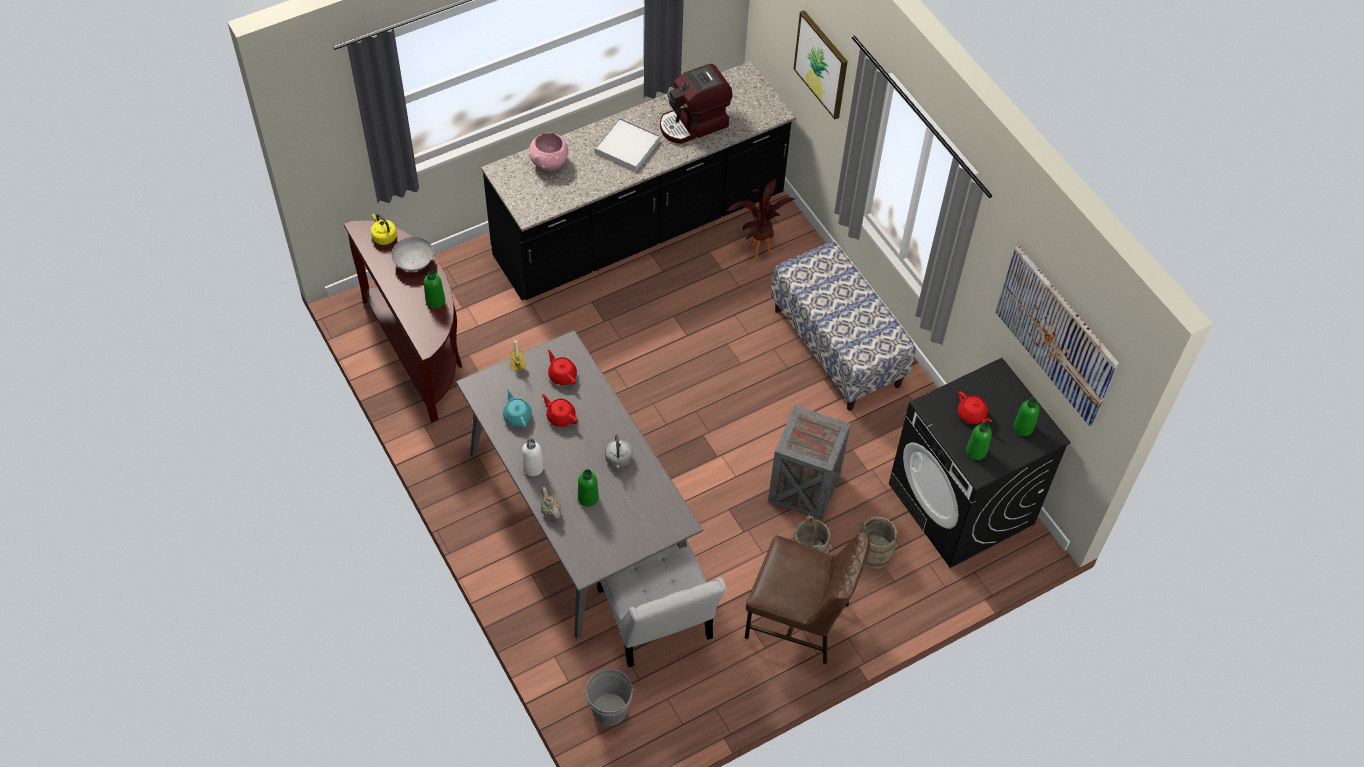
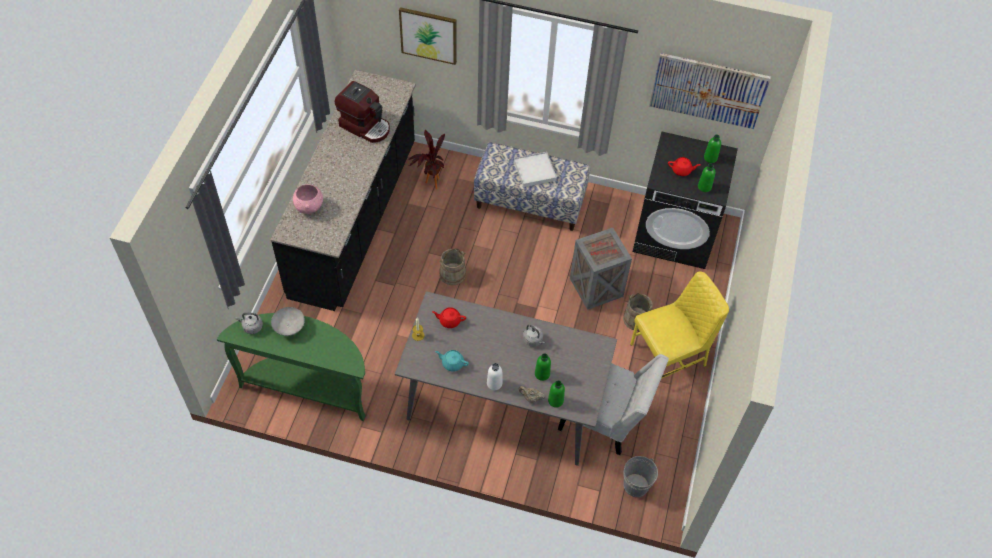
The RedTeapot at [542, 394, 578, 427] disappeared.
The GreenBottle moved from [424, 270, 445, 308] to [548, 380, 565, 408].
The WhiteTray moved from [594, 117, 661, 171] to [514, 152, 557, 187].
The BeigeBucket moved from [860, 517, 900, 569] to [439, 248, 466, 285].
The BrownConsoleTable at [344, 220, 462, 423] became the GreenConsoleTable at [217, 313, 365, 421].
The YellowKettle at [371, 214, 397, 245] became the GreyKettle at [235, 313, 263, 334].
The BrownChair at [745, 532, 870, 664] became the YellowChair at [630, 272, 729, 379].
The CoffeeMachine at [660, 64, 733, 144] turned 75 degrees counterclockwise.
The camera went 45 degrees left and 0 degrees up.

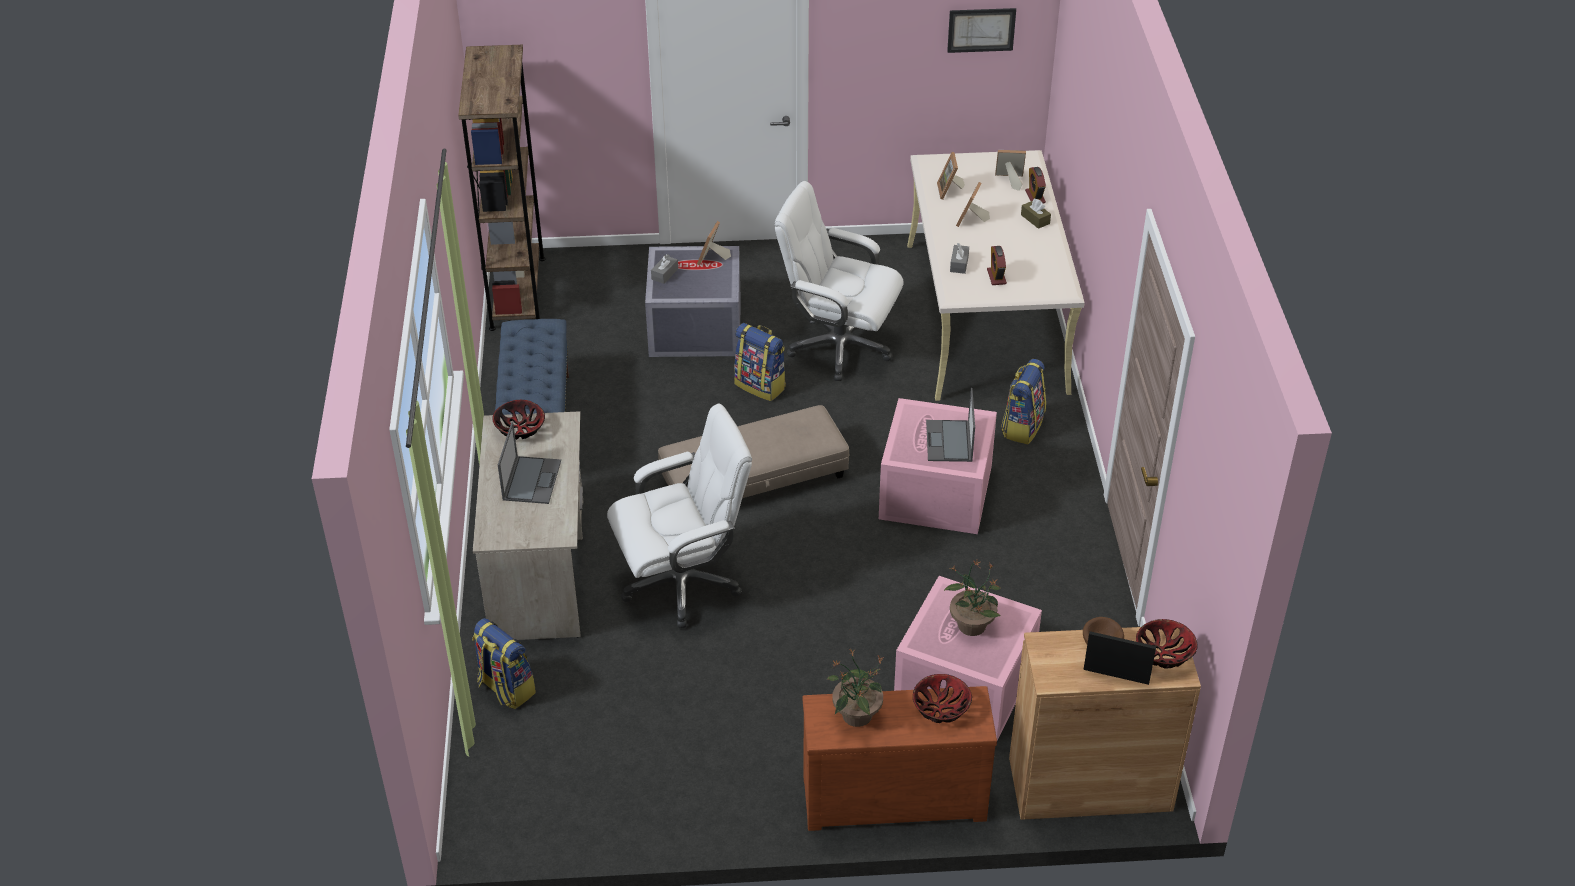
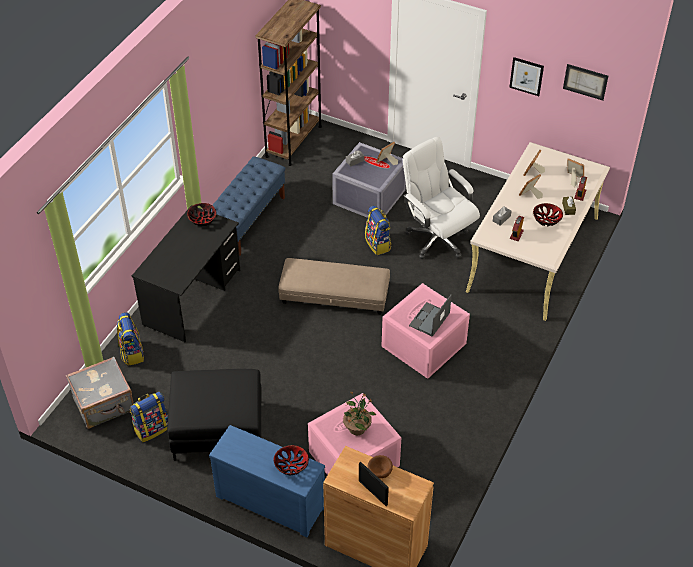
The Laptop at [498, 422, 561, 504] disappeared.
The WhiteOfficeChair at [607, 404, 752, 628] disappeared.
The PottedPlant at [826, 648, 884, 727] disappeared.
The GreySuitcase at [66, 357, 134, 429] appeared.
The BlackOttoman at [167, 369, 262, 460] appeared.
The Picture at [509, 57, 544, 96] appeared.
The Backpack moved from [1001, 359, 1046, 444] to [130, 392, 168, 442].
The Bowl moved from [1136, 619, 1197, 669] to [533, 203, 563, 226].
The BeigeDesk at [473, 411, 583, 640] became the BlackDesk at [132, 205, 240, 342].
The BrownDresser at [803, 686, 997, 831] became the BlueDresser at [209, 425, 325, 537].
The camera went 30 degrees right and 5 degrees up.

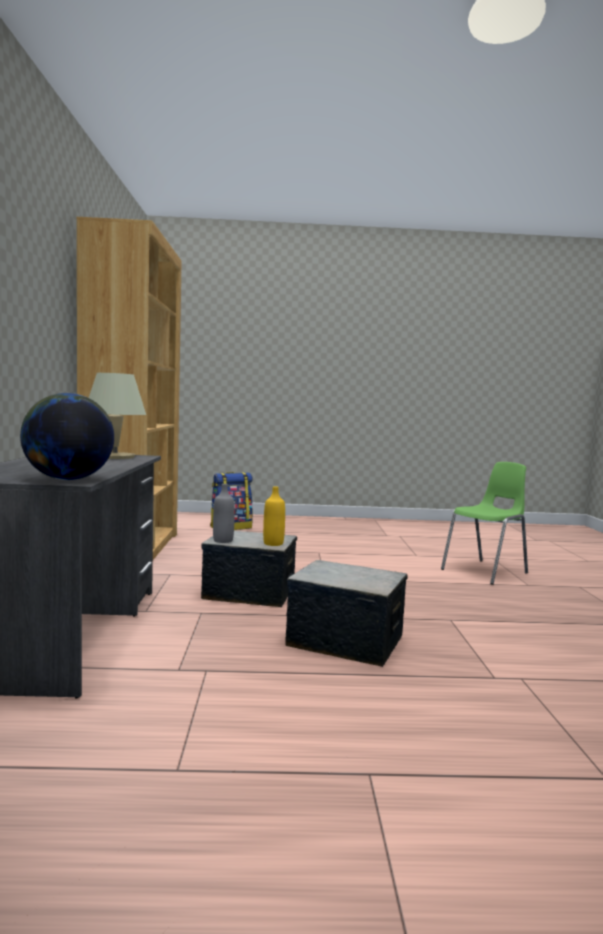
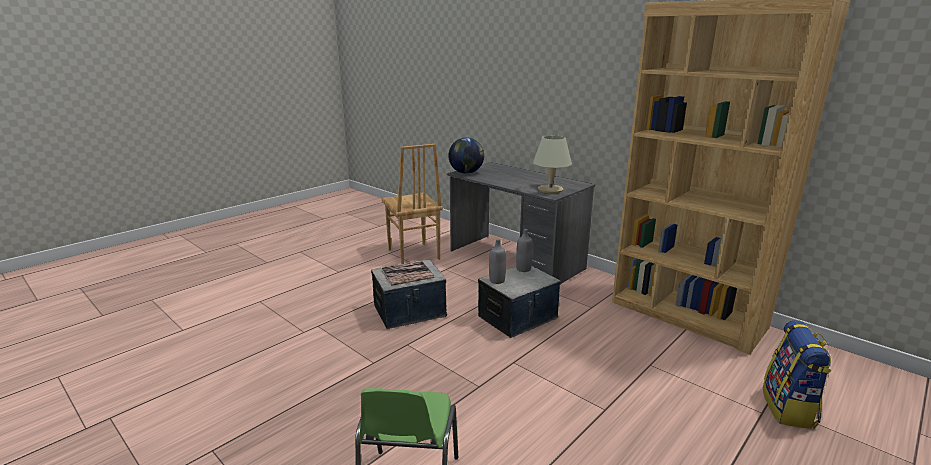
The BrownChair at [382, 144, 443, 264] appeared.
The Book at [382, 261, 434, 286] appeared.
The YellowBottle at [263, 486, 285, 546] became the GreyBottle at [489, 239, 506, 284].
The camera went 135 degrees right and 15 degrees up.

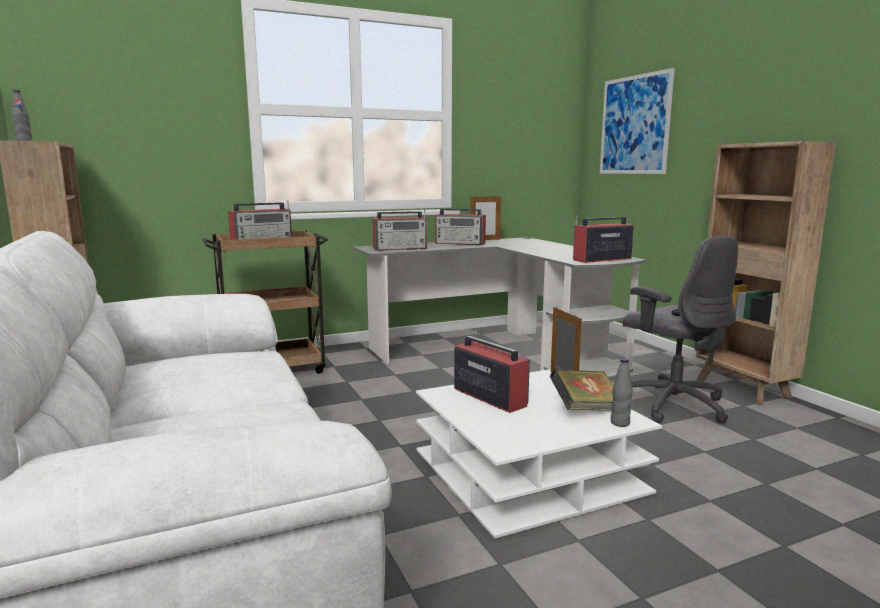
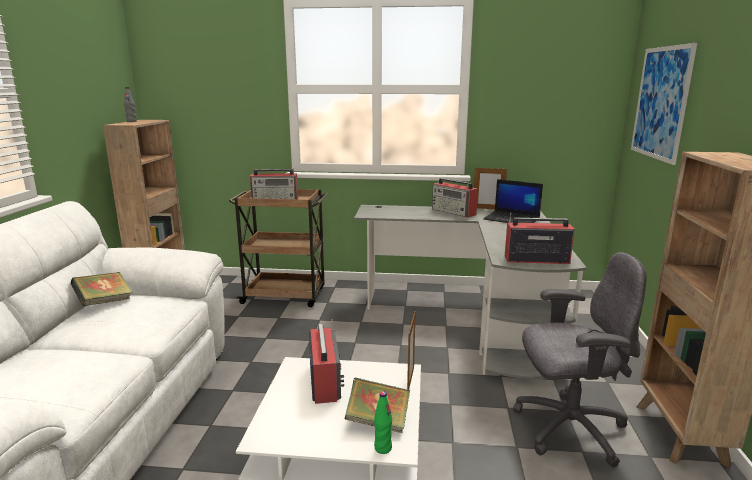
The Radio at [373, 210, 427, 251] disappeared.
The Book at [71, 272, 133, 306] appeared.
The Laptop at [483, 179, 543, 223] appeared.
The GreyBottle at [611, 358, 633, 427] became the GreenBottle at [374, 391, 392, 454].
The GreyOfficeChair at [623, 235, 738, 424] turned 90 degrees counterclockwise.
The camera went 30 degrees right and 5 degrees up.

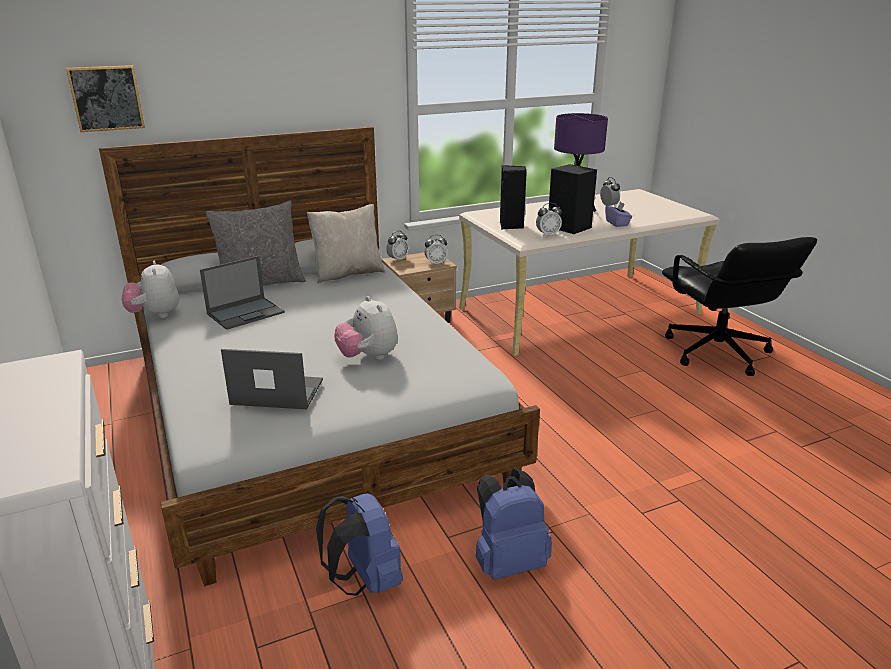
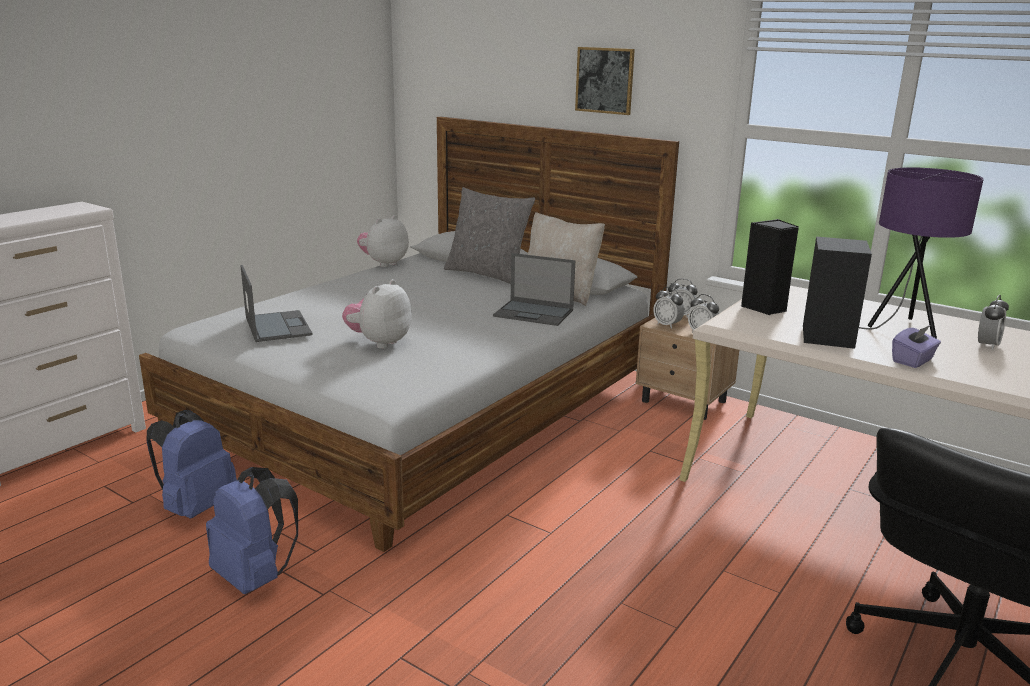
The Picture moved from [66, 65, 145, 132] to [575, 47, 635, 115].
The Laptop moved from [200, 256, 285, 330] to [493, 253, 575, 326].
The AlarmClock moved from [536, 203, 562, 237] to [653, 287, 684, 329].
The camera went 60 degrees right and 5 degrees down.

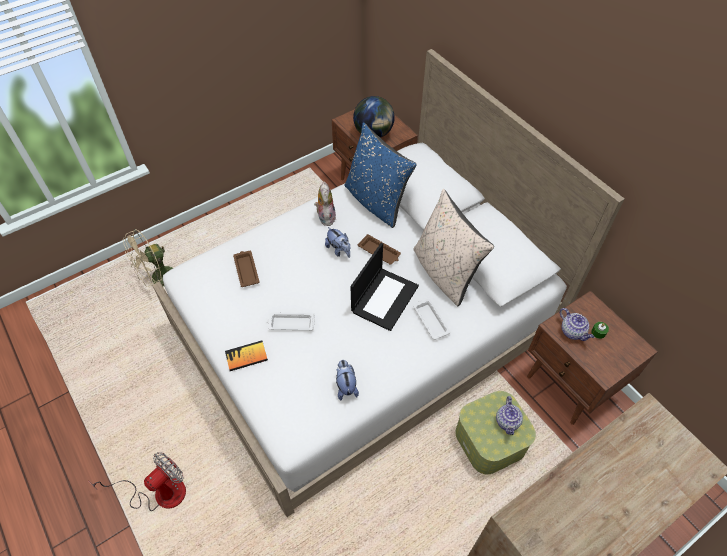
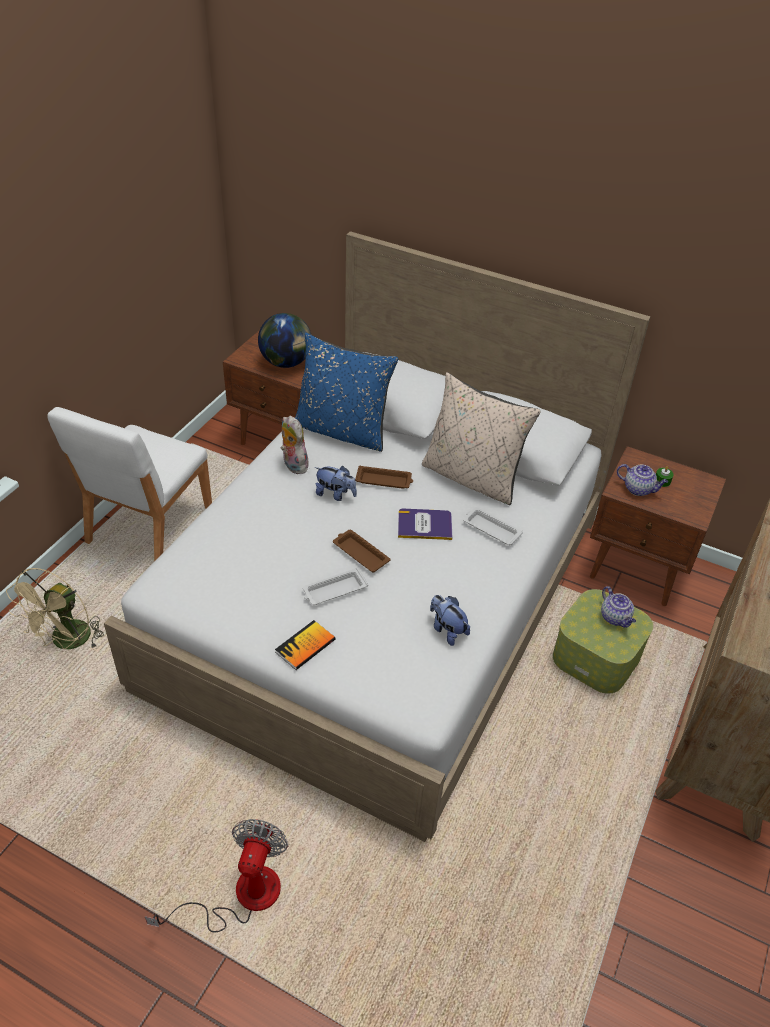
The WhiteChair at [47, 407, 212, 562] appeared.
The BrownTray moved from [233, 251, 259, 287] to [333, 530, 390, 572].
The Laptop at [350, 243, 419, 331] was replaced by the Book at [398, 509, 452, 540].
The camera went 30 degrees left and 10 degrees down.

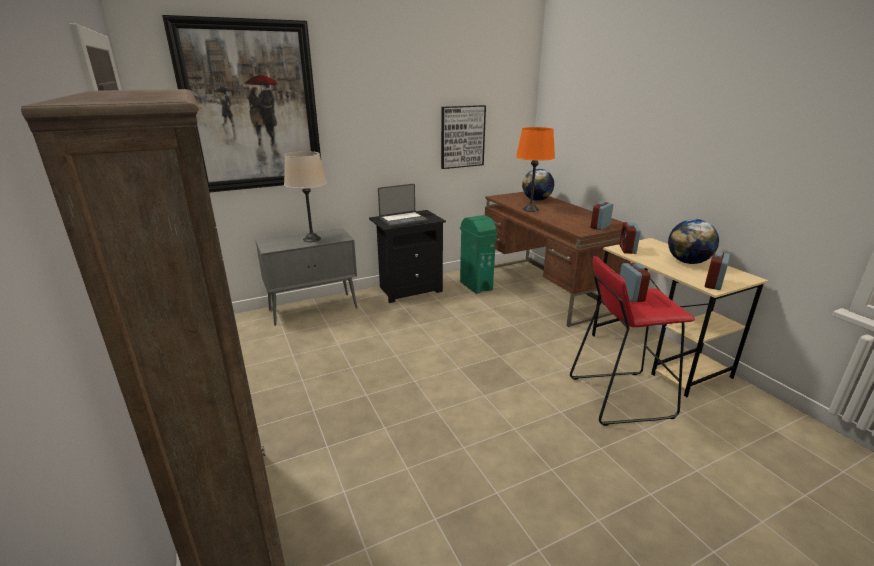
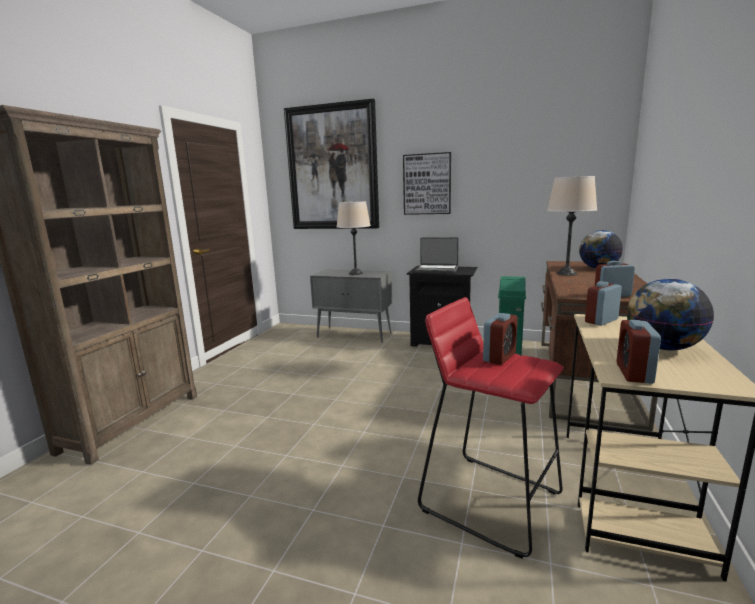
The Picture moved from [441, 105, 486, 169] to [403, 152, 451, 215].
The OrangeTableLamp at [516, 127, 555, 212] became the BeigeTableLamp at [547, 176, 597, 276].
The AlarmClock at [705, 251, 730, 290] turned 60 degrees counterclockwise.
The camera went 45 degrees right and 10 degrees down.

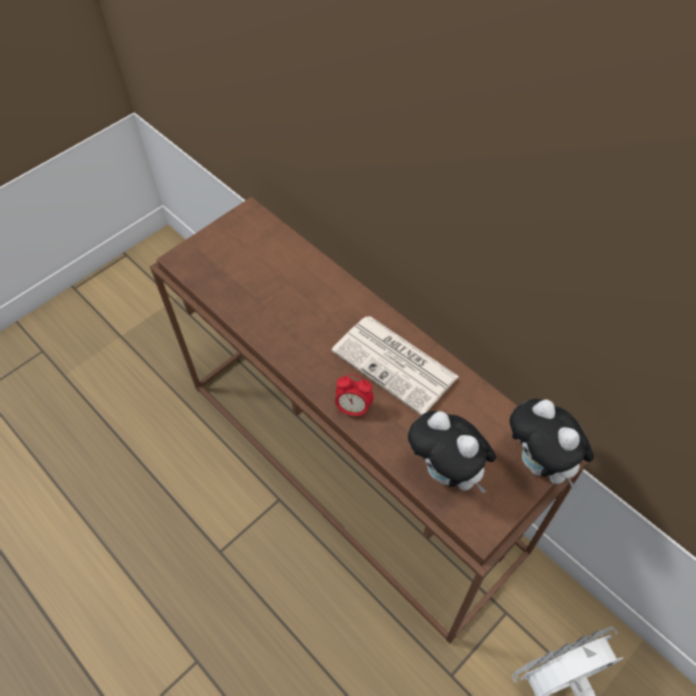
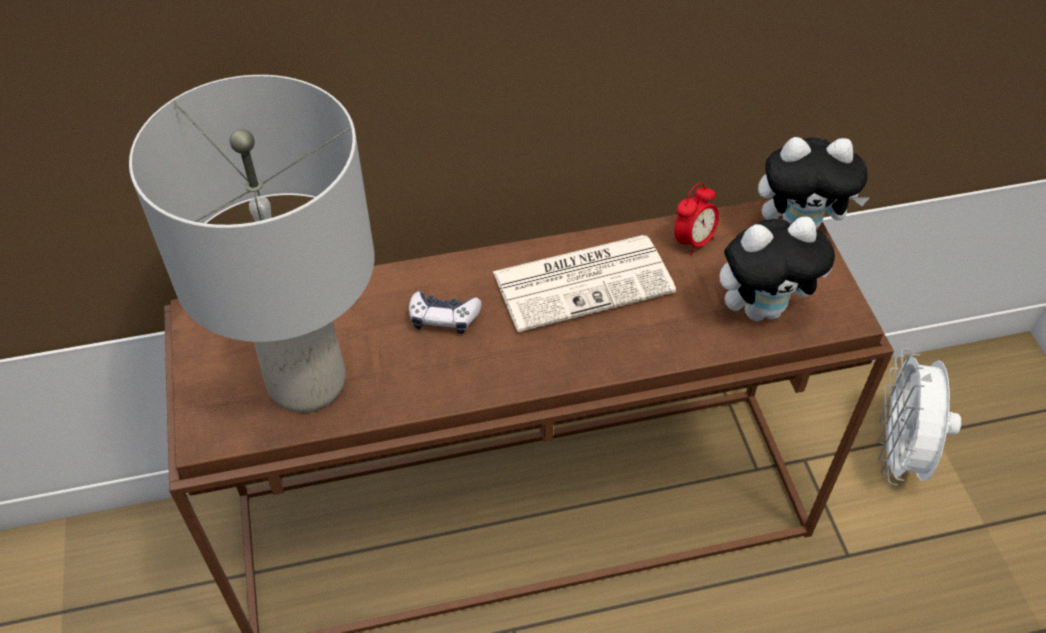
The GreyTableLamp at [129, 75, 375, 413] appeared.
The GameController at [409, 291, 482, 334] appeared.
The AlarmClock moved from [335, 374, 374, 419] to [674, 183, 719, 256].
The camera went 60 degrees left and 5 degrees down.

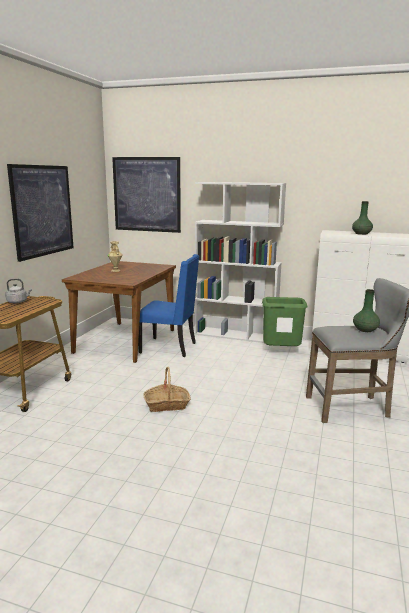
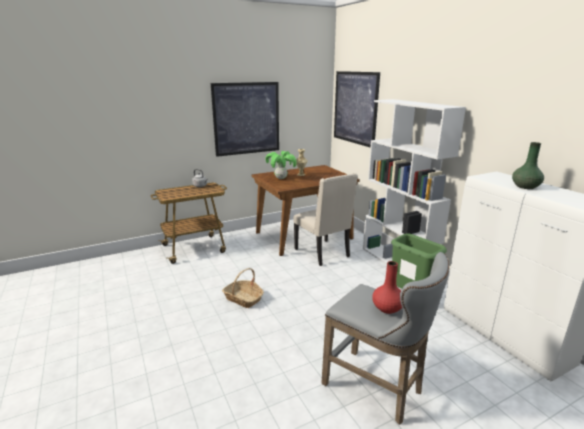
The PottedPlant at [266, 151, 297, 179] appeared.
The BlueChair at [138, 254, 199, 357] became the BeigeChair at [293, 173, 358, 266].
The GreenVase at [353, 289, 380, 332] became the RedVase at [372, 261, 402, 314].
The camera went 45 degrees right and 5 degrees up.

